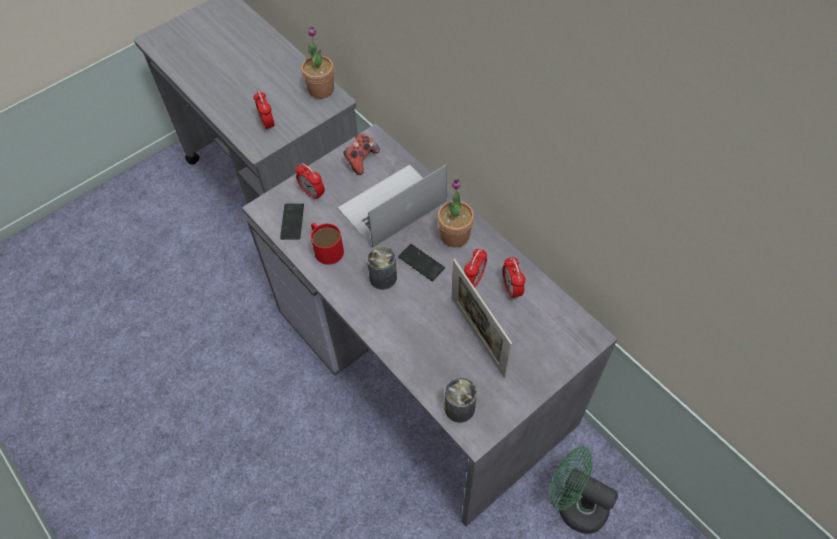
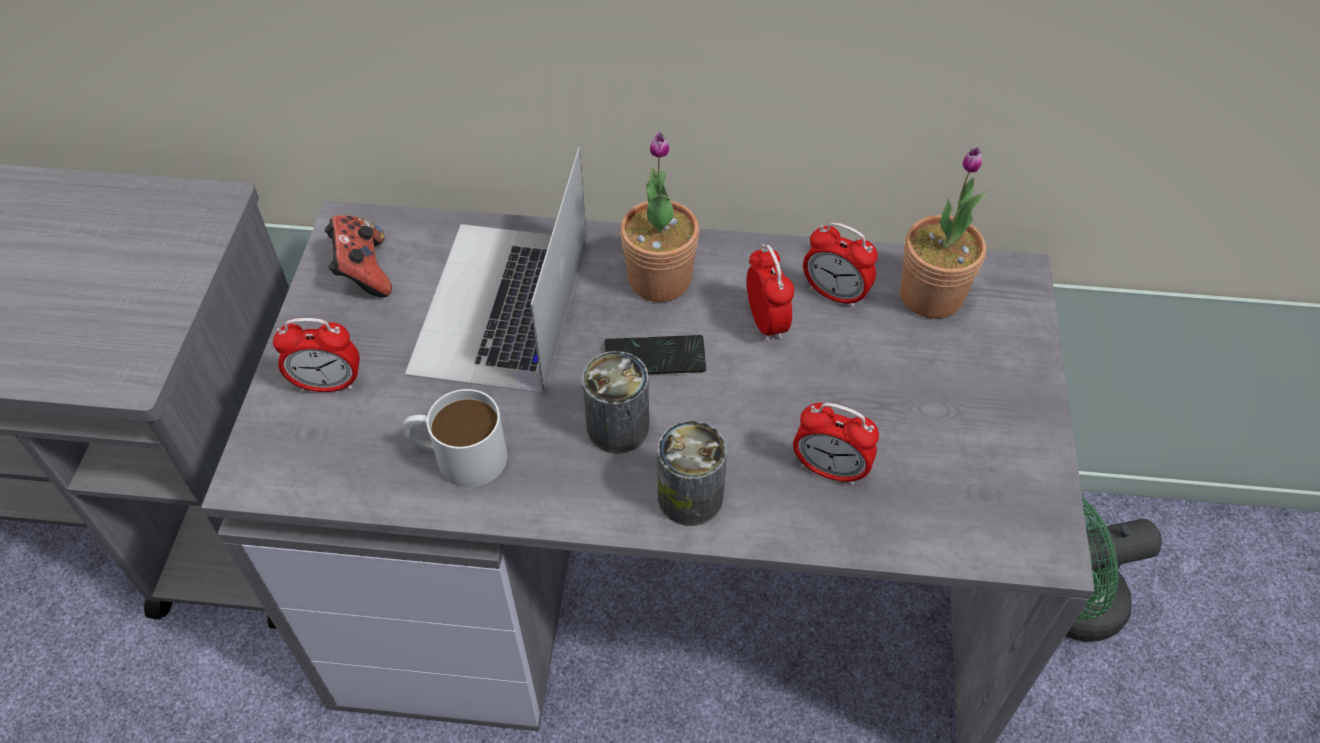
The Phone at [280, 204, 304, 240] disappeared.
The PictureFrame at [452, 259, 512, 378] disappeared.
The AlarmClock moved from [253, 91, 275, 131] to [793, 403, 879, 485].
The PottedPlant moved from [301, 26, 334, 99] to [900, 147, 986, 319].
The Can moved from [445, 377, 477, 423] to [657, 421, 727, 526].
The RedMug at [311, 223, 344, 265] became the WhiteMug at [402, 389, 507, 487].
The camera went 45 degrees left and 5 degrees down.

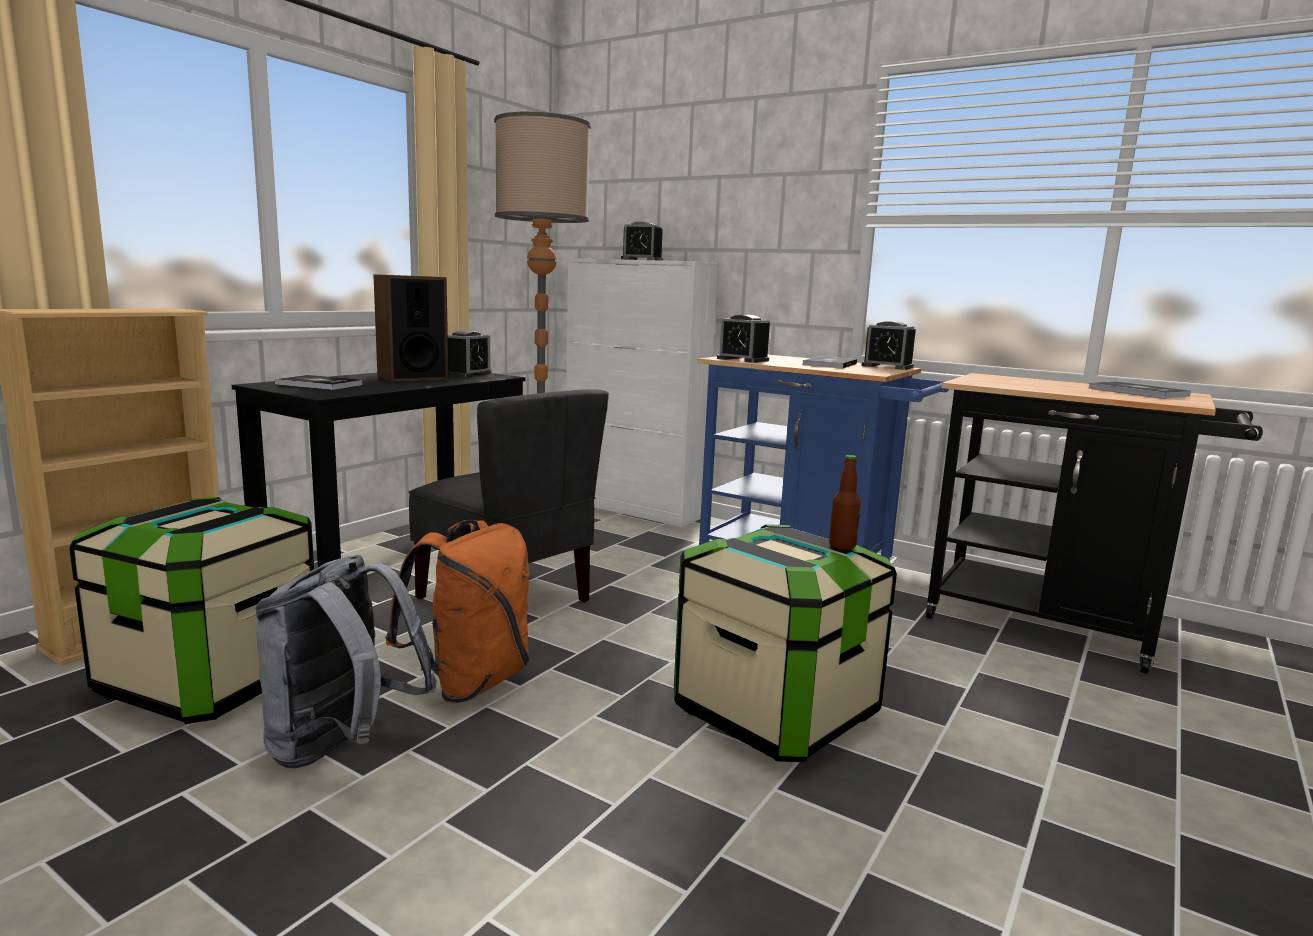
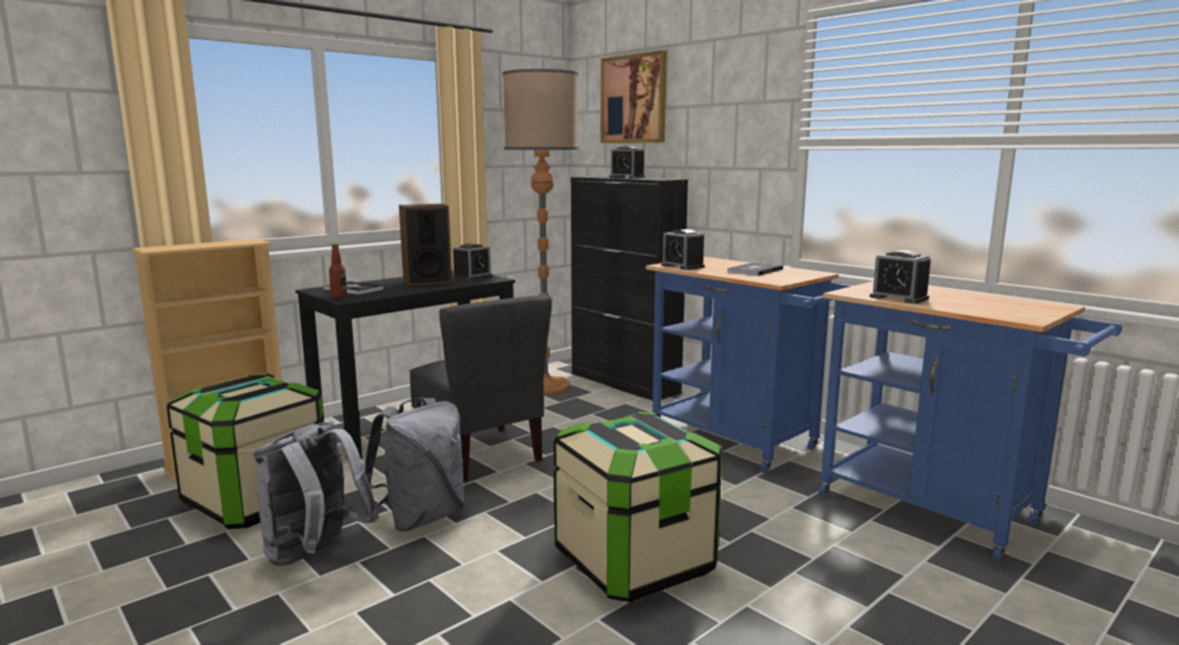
The Book at [1089, 381, 1191, 399] disappeared.
The Picture at [601, 50, 667, 143] appeared.
The Bottle moved from [829, 455, 861, 550] to [329, 244, 347, 298].
The AlarmClock moved from [861, 321, 916, 370] to [870, 250, 931, 304].
The OrangeBackpack at [385, 520, 530, 703] became the GreyBackpack at [365, 398, 465, 532].
The WhiteCabinet at [566, 258, 720, 527] became the BlackCabinet at [571, 176, 688, 401].
The BlackCart at [926, 373, 1263, 674] became the BlueCart at [819, 281, 1122, 562].
The camera went 15 degrees right and 0 degrees up.

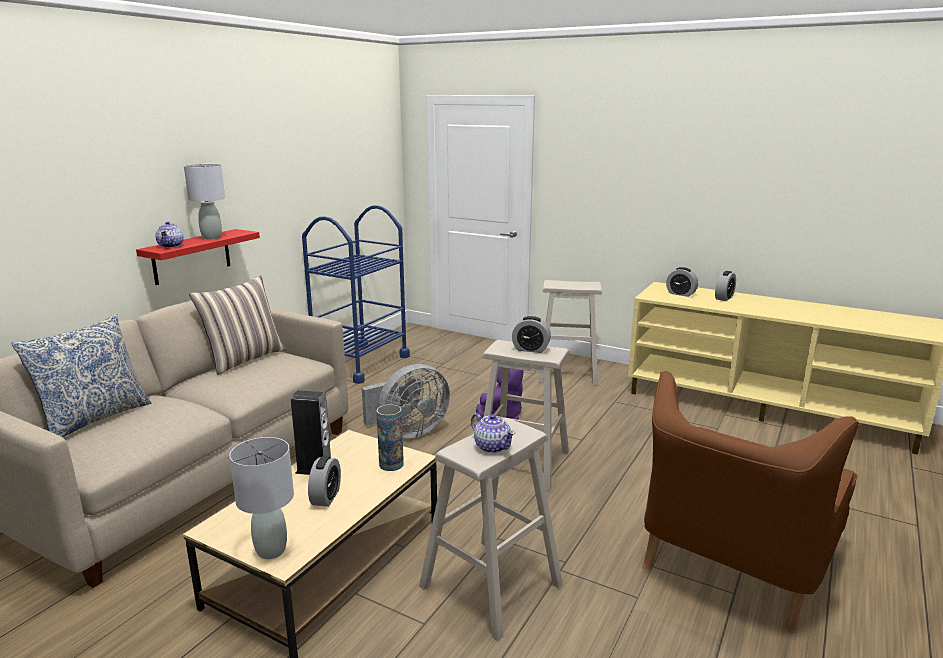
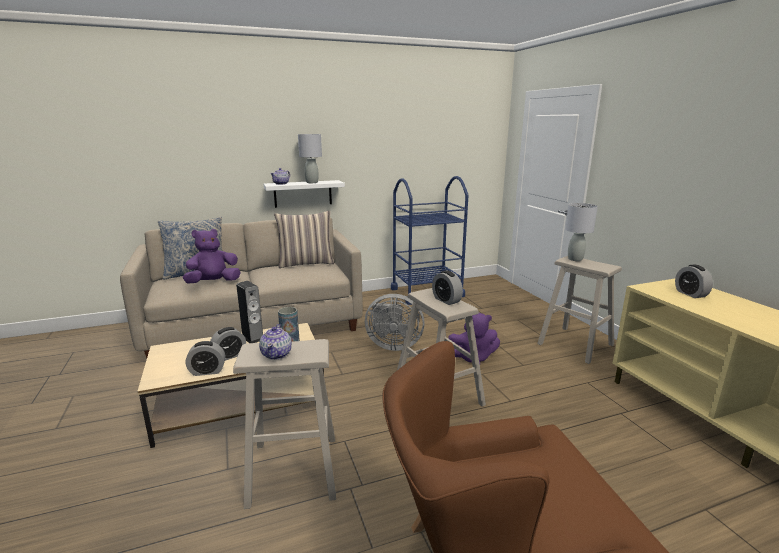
The PurplePlushToy at [183, 229, 241, 284] appeared.
The GreyTableLamp moved from [229, 437, 294, 559] to [565, 203, 598, 261].
The AlarmClock moved from [715, 271, 736, 301] to [186, 341, 225, 376].
The RedShelf at [136, 229, 260, 285] became the WhiteShelf at [264, 180, 345, 208].
The camera went 40 degrees right and 0 degrees up.

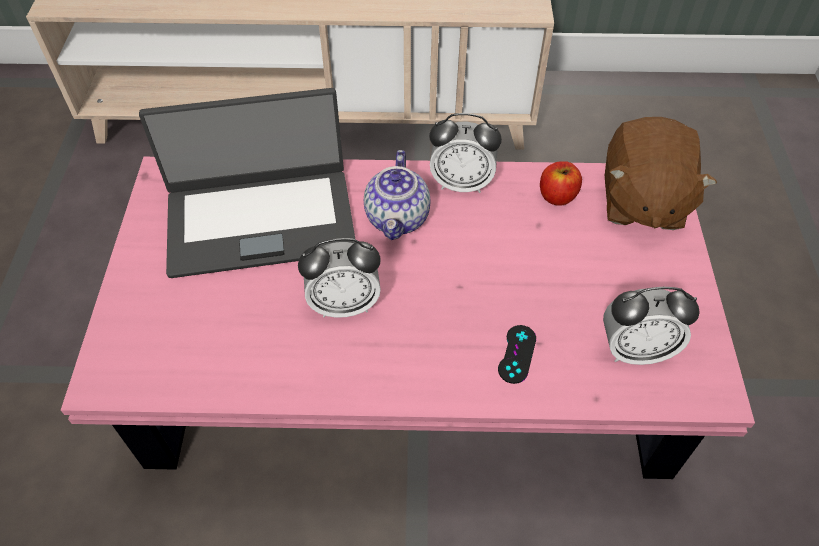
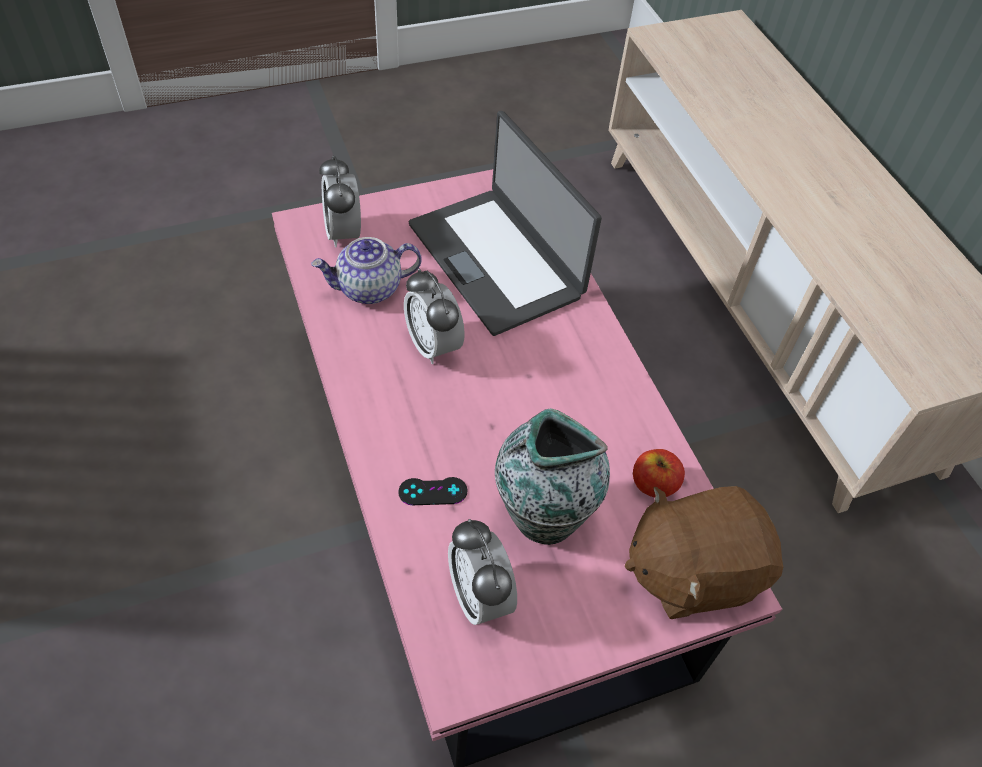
The Vase at [495, 408, 610, 545] appeared.
The Teapot moved from [364, 150, 430, 240] to [311, 237, 422, 304].
The AlarmClock moved from [429, 113, 502, 193] to [319, 156, 361, 248].
The camera went 65 degrees right and 0 degrees up.

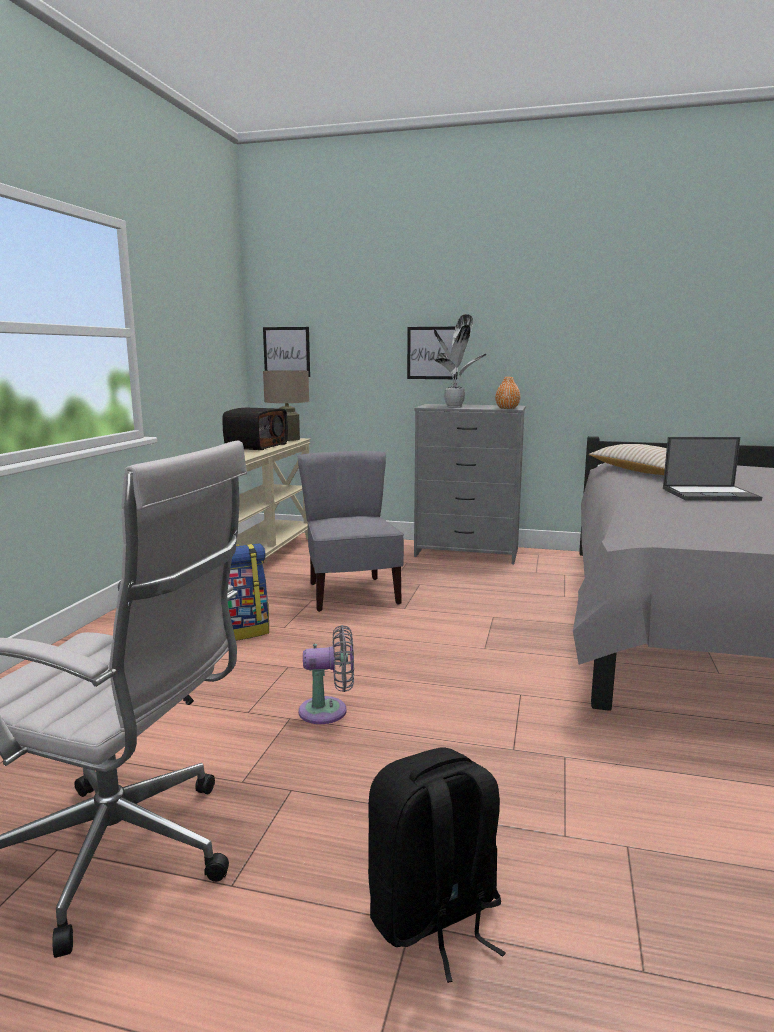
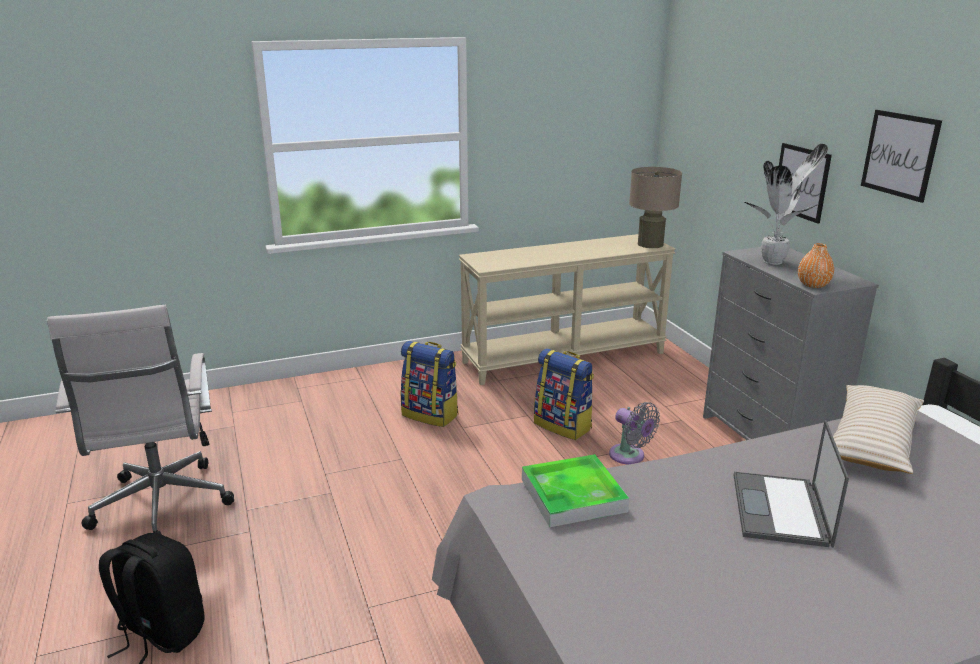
The Radio at [222, 408, 288, 450] disappeared.
The Tray at [522, 454, 629, 527] appeared.
The Picture moved from [263, 327, 310, 377] to [861, 110, 942, 203].
The GreyFan moved from [299, 625, 354, 724] to [609, 402, 660, 464].
The GreyChair at [298, 451, 404, 612] was replaced by the Backpack at [534, 348, 594, 440].
The Laptop at [663, 437, 762, 501] turned 45 degrees clockwise.
The camera went 55 degrees right and 10 degrees up.

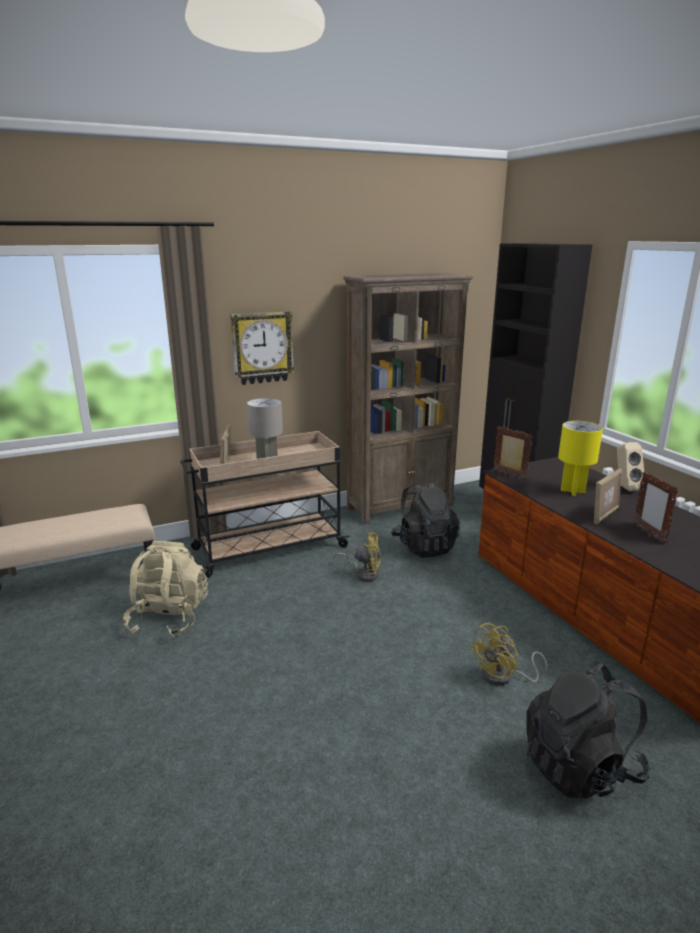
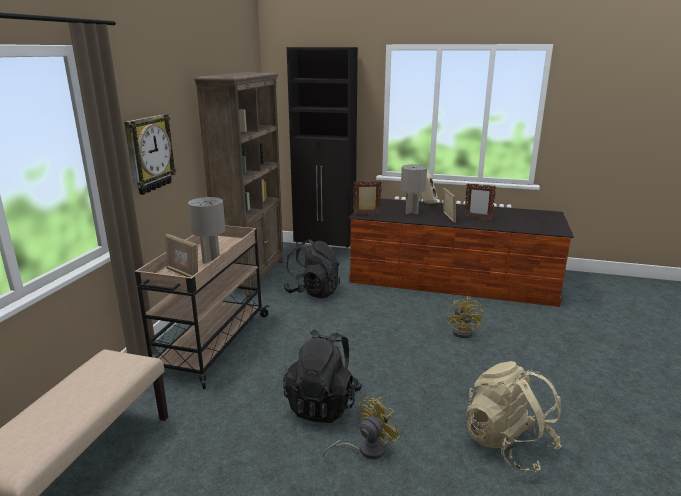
The BeigeBackpack moved from [123, 541, 208, 637] to [466, 361, 562, 473].
The YellowFan moved from [334, 532, 381, 582] to [323, 396, 400, 459].
The BlackBackpack moved from [526, 661, 650, 799] to [283, 329, 362, 423].
The YellowTableLamp at [558, 421, 603, 496] became the GreyTableLamp at [401, 165, 427, 215].
The camera went 50 degrees left and 0 degrees up.

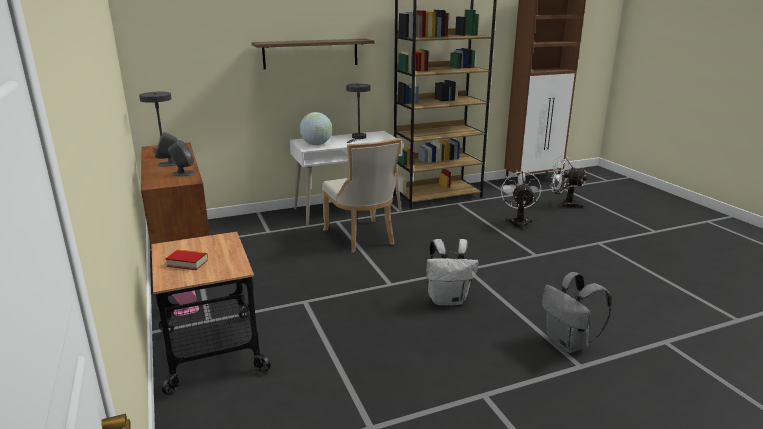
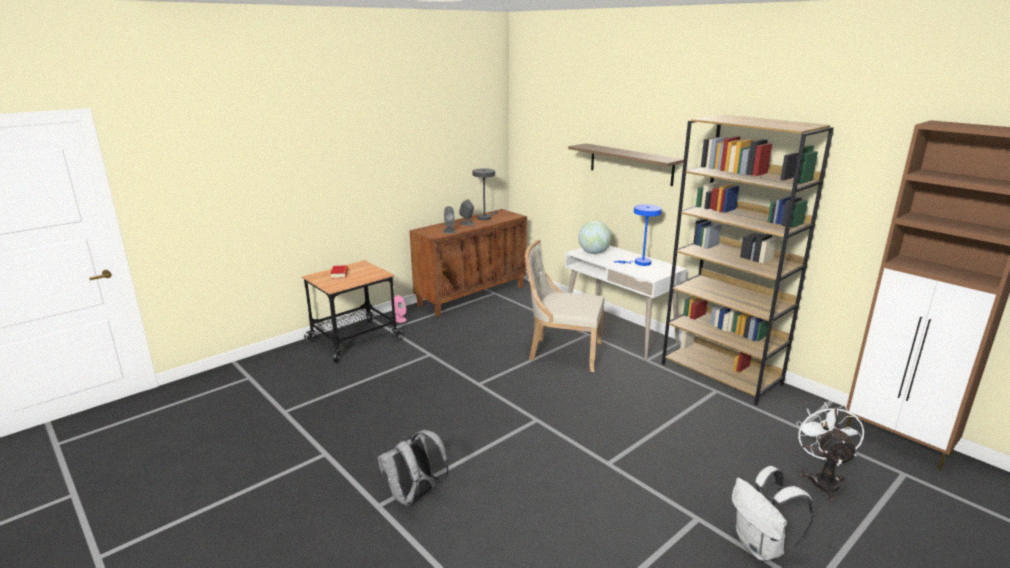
The WhiteFan at [501, 171, 541, 231] disappeared.
The WhiteBackpack moved from [426, 239, 479, 306] to [732, 466, 814, 561].
The GreyTableLamp at [346, 84, 371, 143] became the BlueTableLamp at [614, 204, 662, 266].
The BeigeChair at [322, 138, 401, 253] turned 60 degrees clockwise.
The camera went 70 degrees right and 0 degrees up.

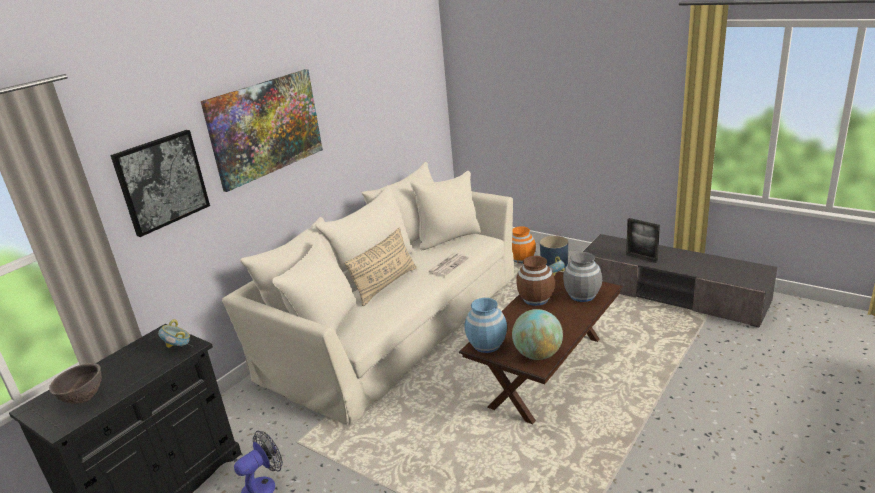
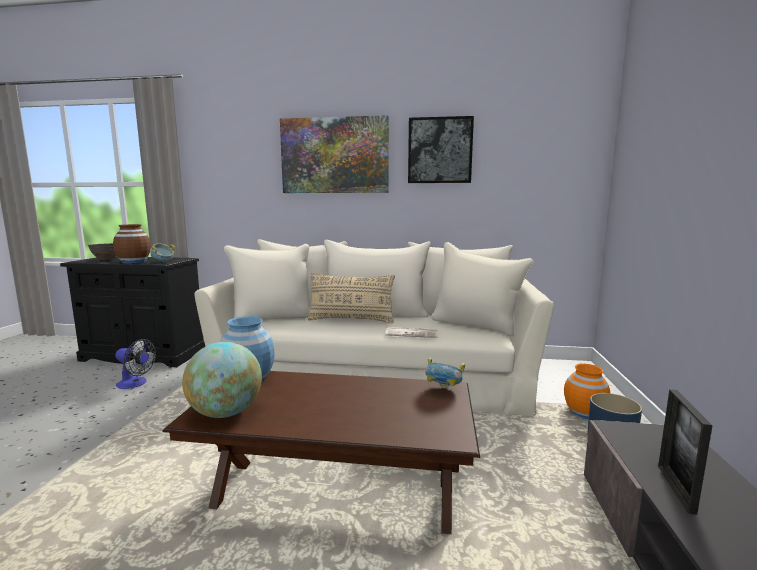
The GreyVase at [563, 252, 602, 302] disappeared.
The Picture moved from [110, 130, 210, 237] to [408, 116, 474, 183].
The BrownVase moved from [516, 256, 555, 306] to [113, 224, 151, 263].
The camera went 60 degrees right and 15 degrees down.

